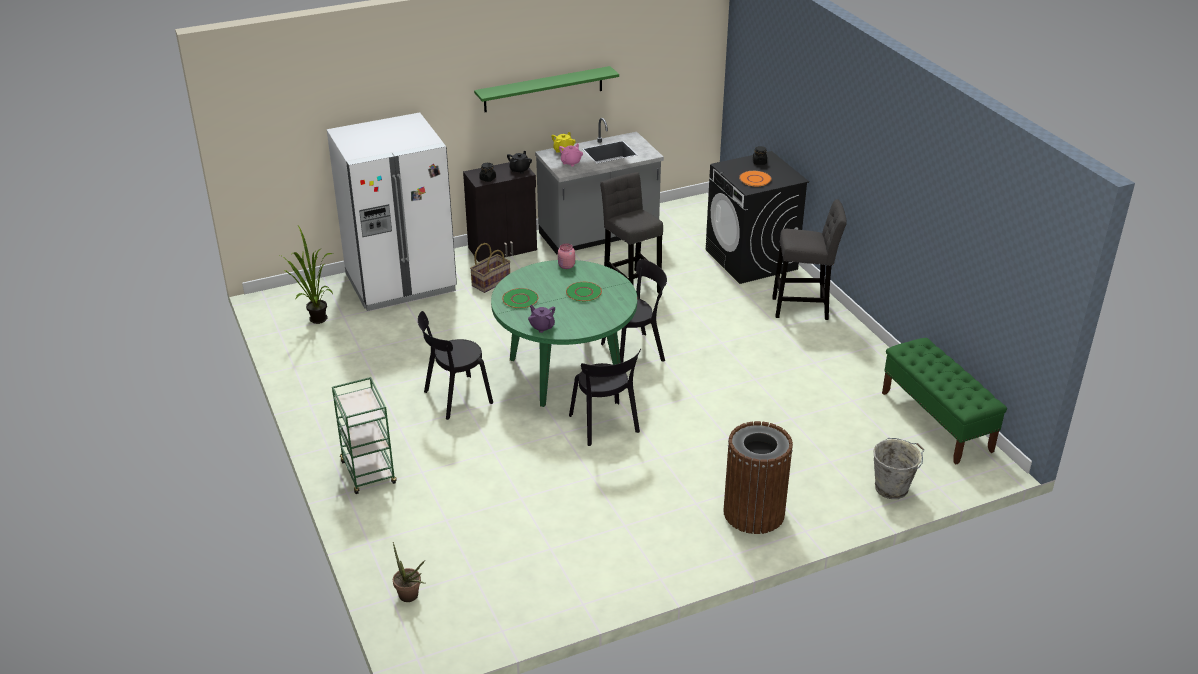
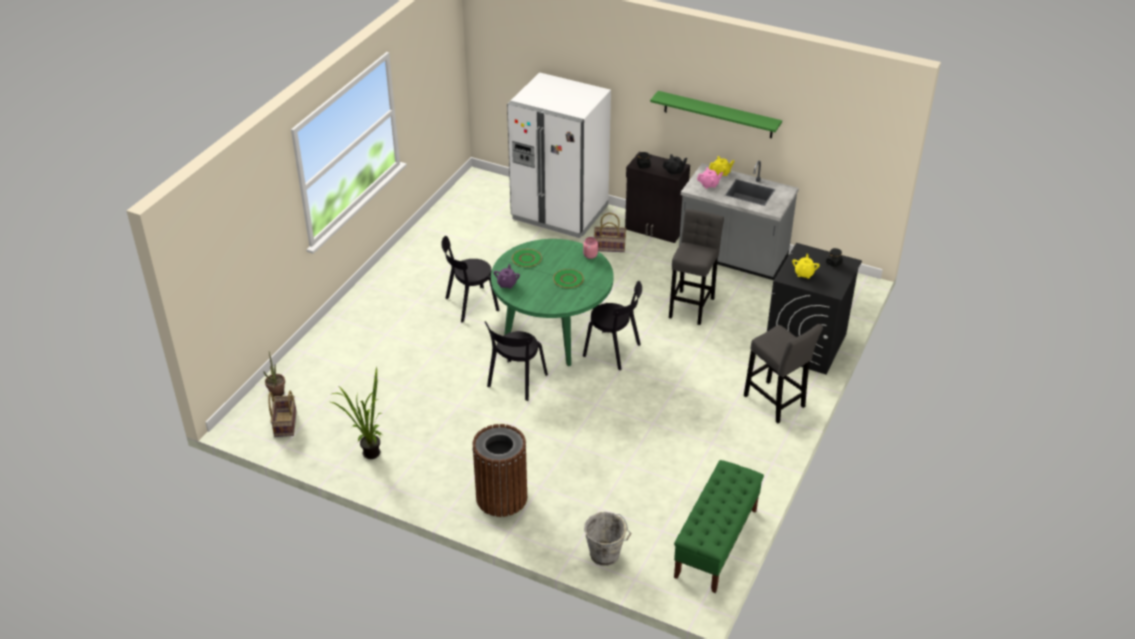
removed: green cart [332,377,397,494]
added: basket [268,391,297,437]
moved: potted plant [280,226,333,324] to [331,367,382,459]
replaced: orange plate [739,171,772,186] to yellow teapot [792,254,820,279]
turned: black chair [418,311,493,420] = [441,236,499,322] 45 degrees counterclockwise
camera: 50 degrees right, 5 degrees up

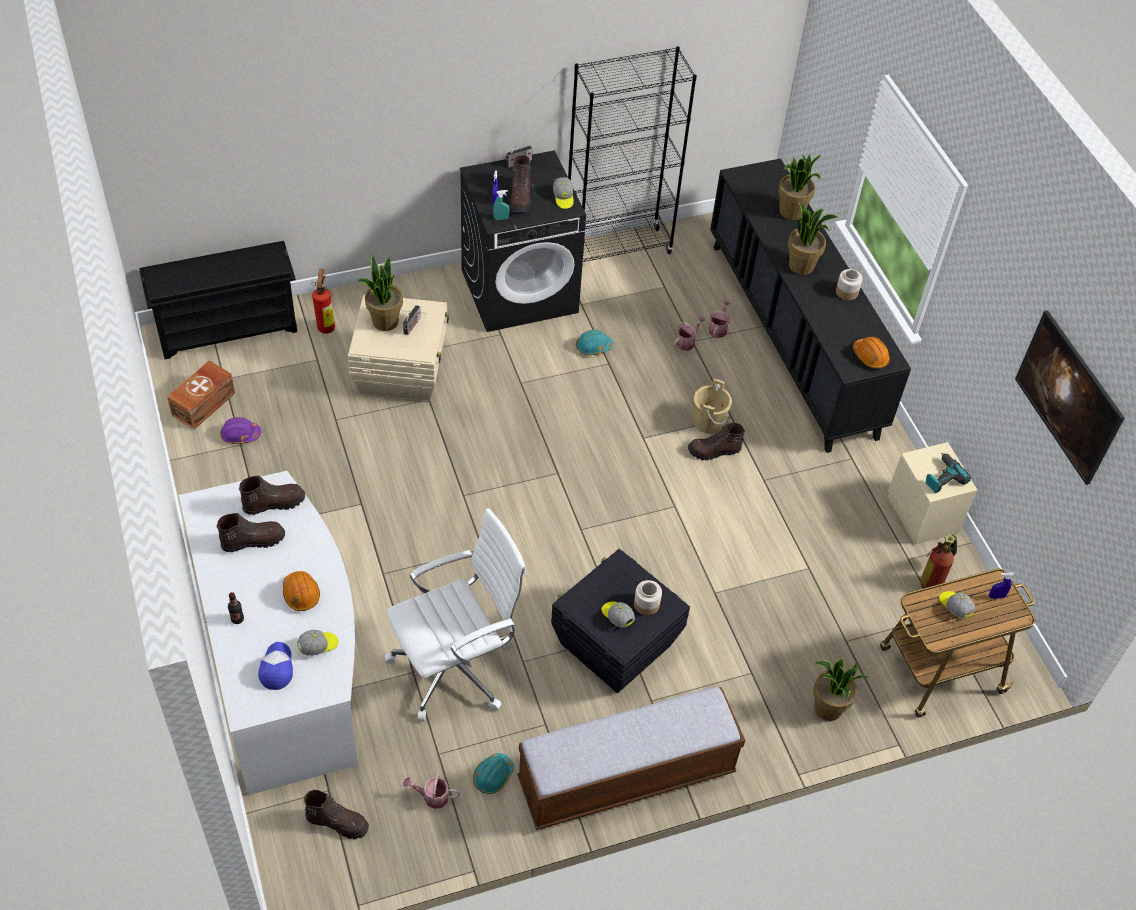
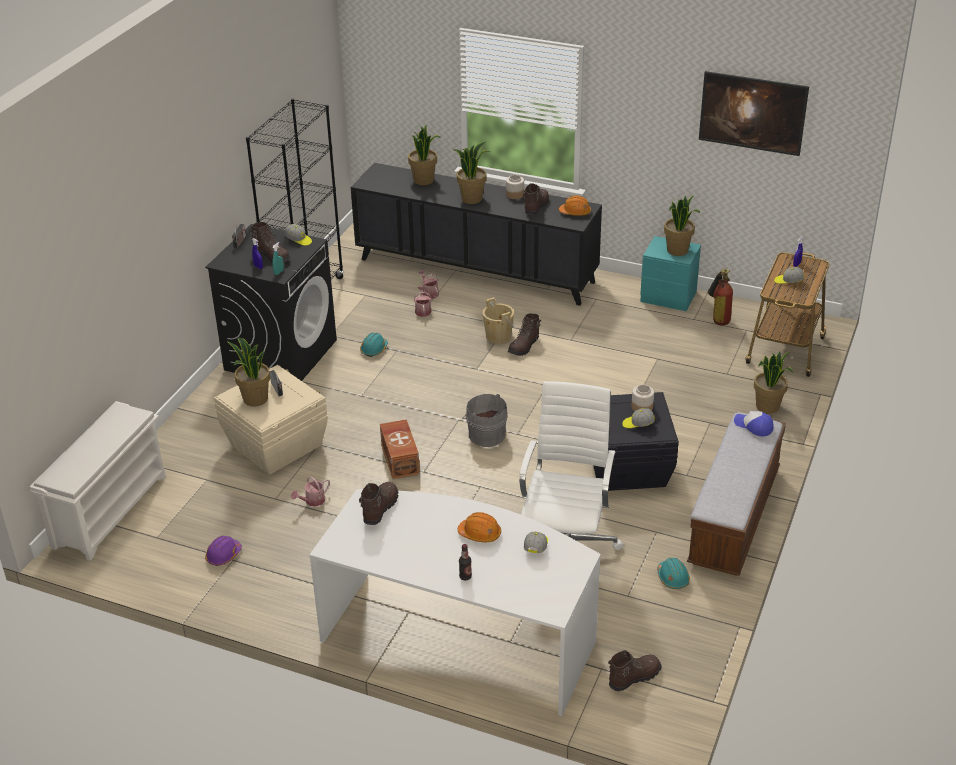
removed: fire extinguisher [311,269,335,334]
added: grey bucket [462,394,508,447]
moved: brown storage box [167,360,235,430] to [380,419,420,479]; brown boot [217,513,285,552] to [523,183,549,215]; cap [258,642,293,690] to [734,411,774,436]; watering can [403,774,460,809] to [291,477,330,507]
replaced: power drill [925,453,971,493] to potted plant [664,196,700,256]
recoloured: black shoe rack [139,241,297,359] to white shoe rack [30,401,166,561]; beige nightstand [888,442,977,545] to turquoise nightstand [640,236,701,311]
camera: 45 degrees left, 15 degrees down

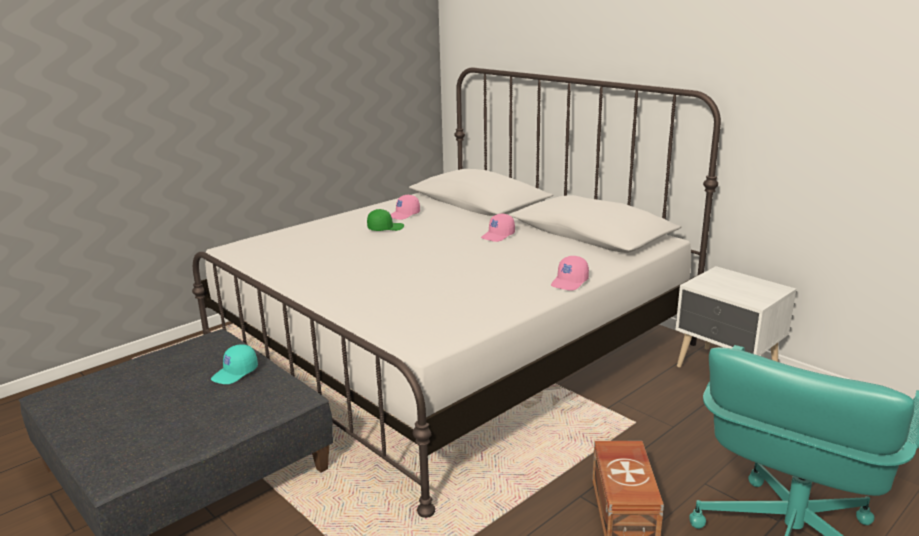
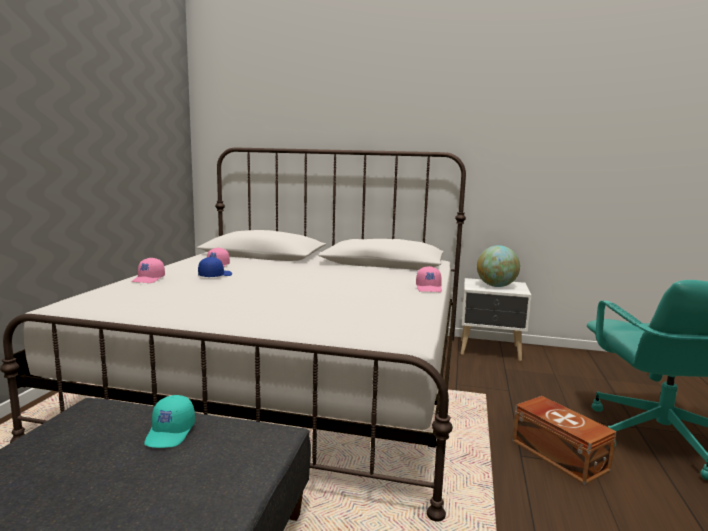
added: globe [477,245,520,287]
moved: pink cap [481,214,515,242] to [132,258,165,283]
recoloured: green cap [367,209,404,231] to blue cap [198,257,232,277]
camera: 35 degrees left, 10 degrees down

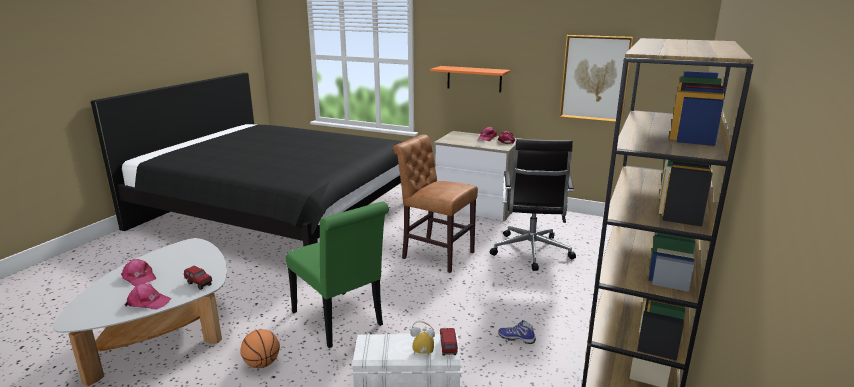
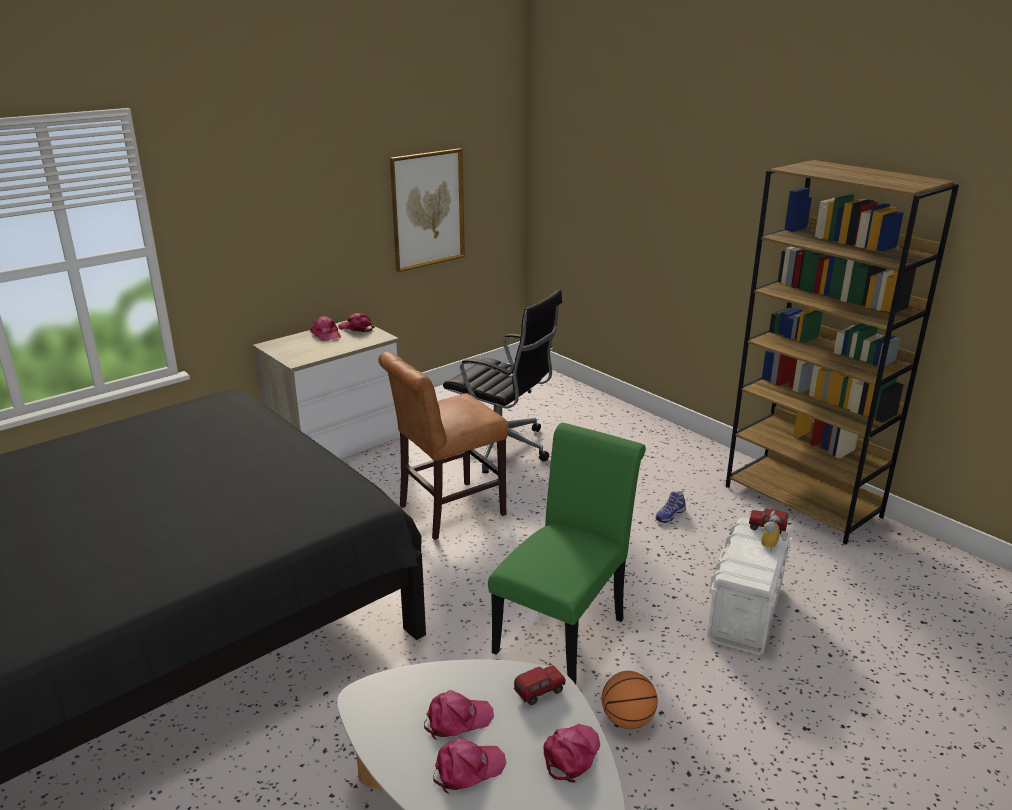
removed: orange shelf [430,66,511,92]
added: pink cap [424,690,494,740]
turned: green chair [286,202,389,348] = [488,423,646,684] 45 degrees counterclockwise
camera: 65 degrees left, 5 degrees up

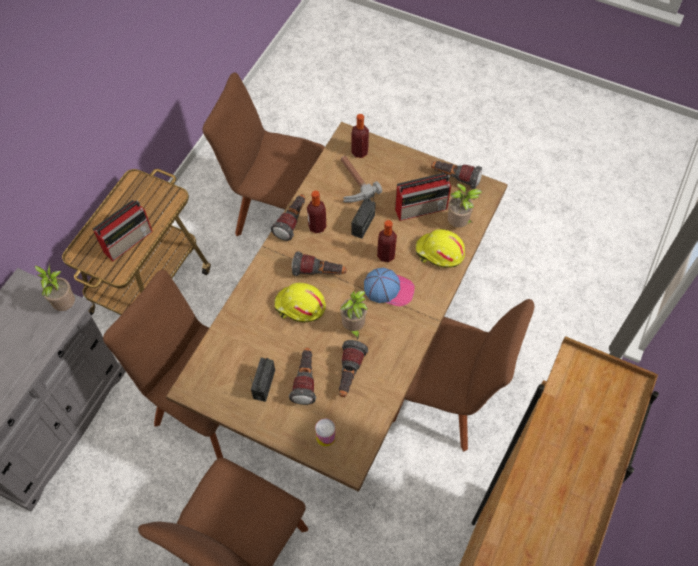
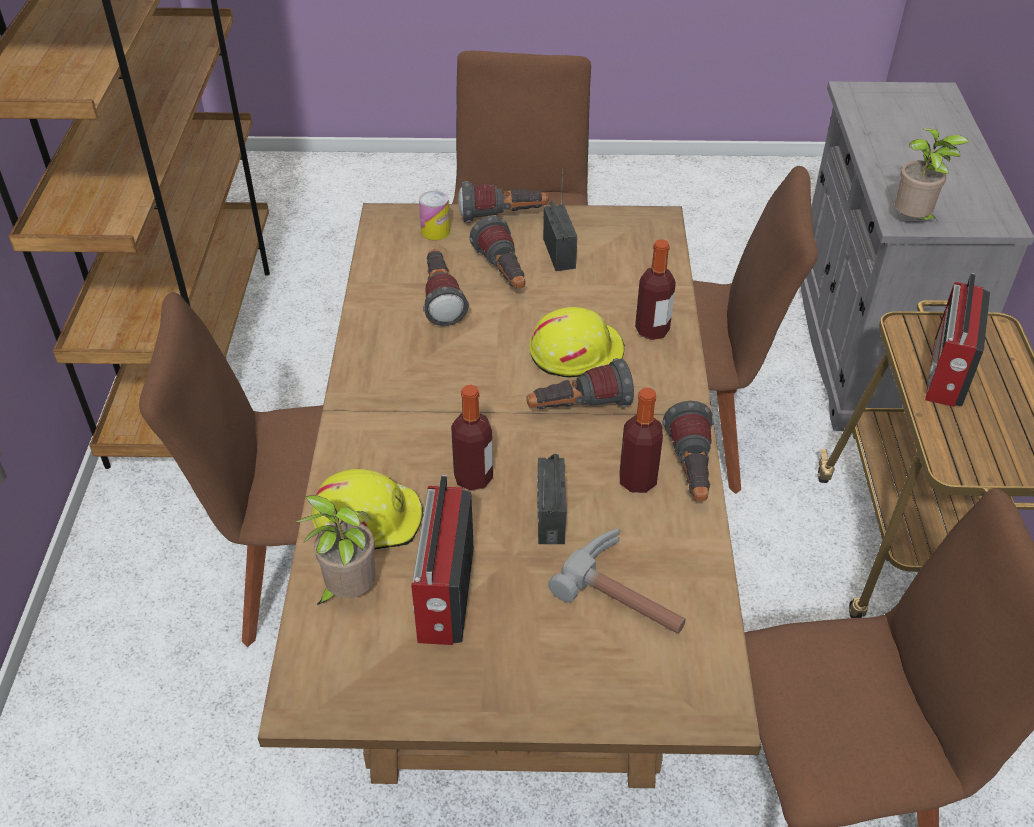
removed: potted plant [340,290,368,340]; cap [364,268,414,306]
moved: bottle [351,114,369,158] to [635,239,676,340]; flashlight [431,161,482,189] to [458,181,548,223]
turned: radio [395,173,451,221] = [411,475,474,645] 45 degrees counterclockwise
camera: 155 degrees right, 15 degrees down

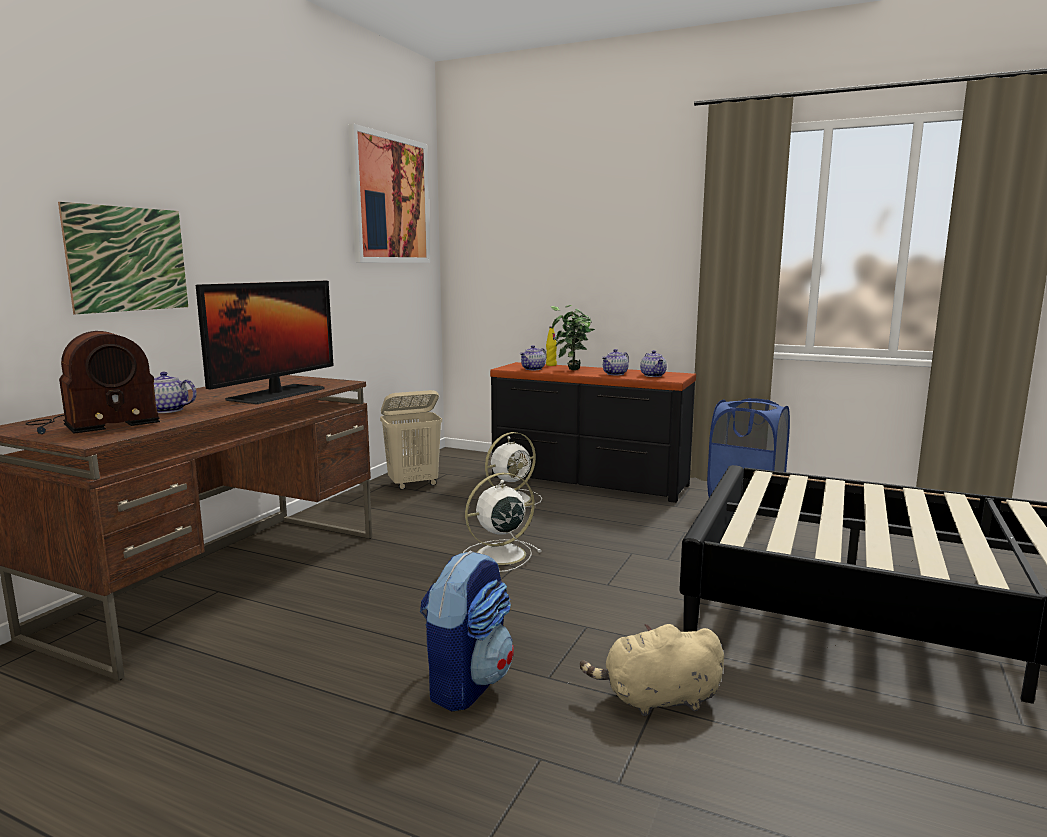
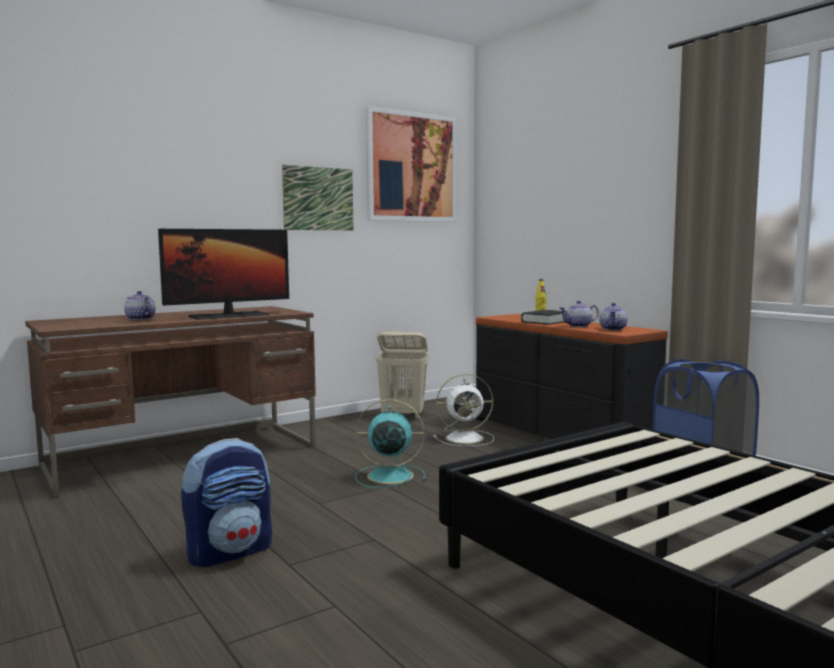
removed: radio [26,331,160,434]; teapot [520,345,546,370]; beige plush toy [580,624,724,716]
moved: picture [58,202,188,314] to [282,165,354,230]
replaced: potted plant [550,305,595,370] to black book [521,310,564,325]
recoloured: white fan [463,473,542,572] to turquoise fan [355,399,426,488]
camera: 30 degrees right, 5 degrees down

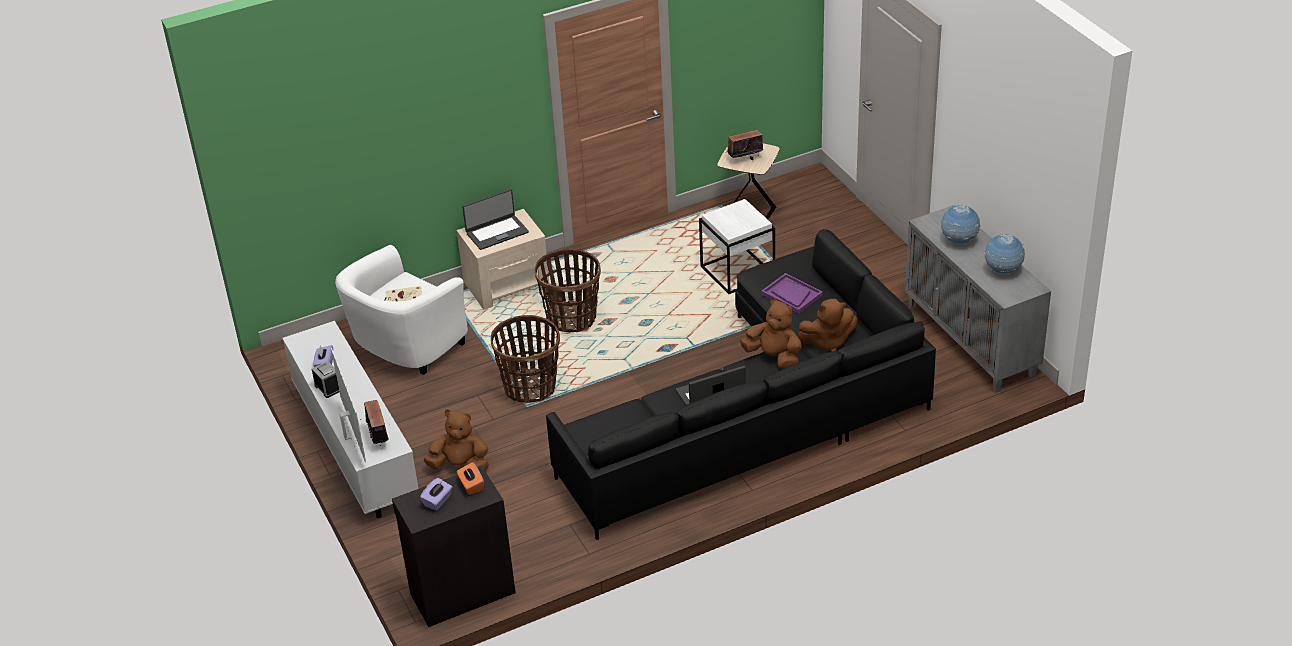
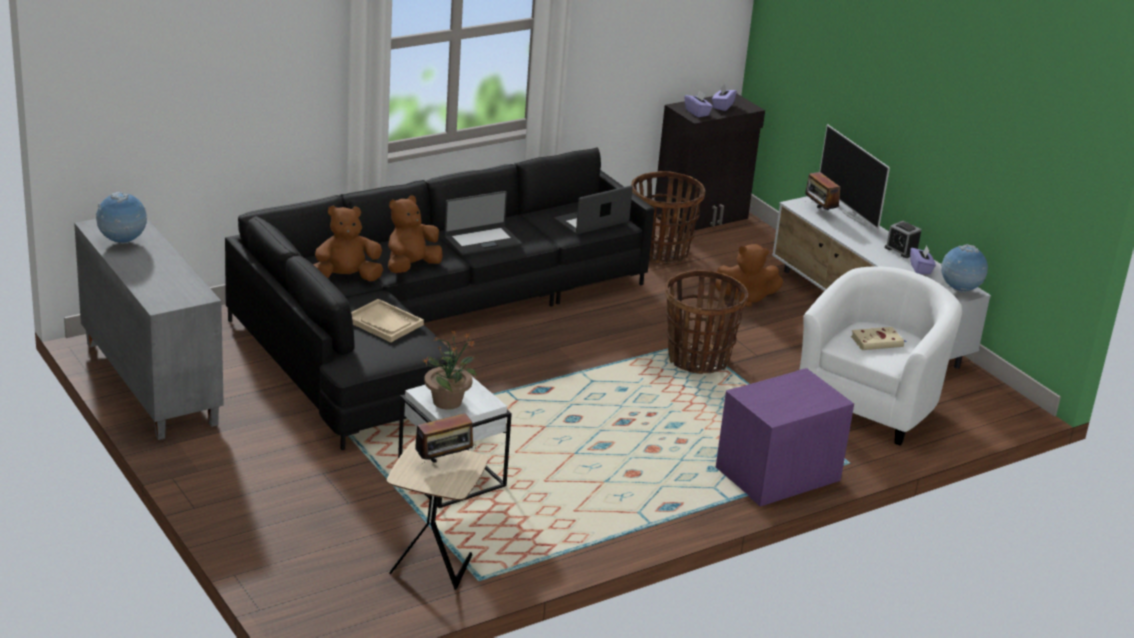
added: potted plant [423,330,477,410]
moved: laptop [462,189,529,250] to [554,186,633,235]; basket [534,249,601,332] to [631,171,705,263]; globe [941,205,981,244] to [941,244,988,293]
recoloured: beige nightstand [457,209,550,310] to purple nightstand [716,368,854,507]; orange tissue box [457,462,484,495] to purple tissue box [685,90,713,117]; purple tray [761,273,823,314] to beige tray [351,299,424,342]
turned: brown plush toy [740,298,802,369] = [388,195,443,273] 105 degrees clockwise
camera: 170 degrees right, 10 degrees down

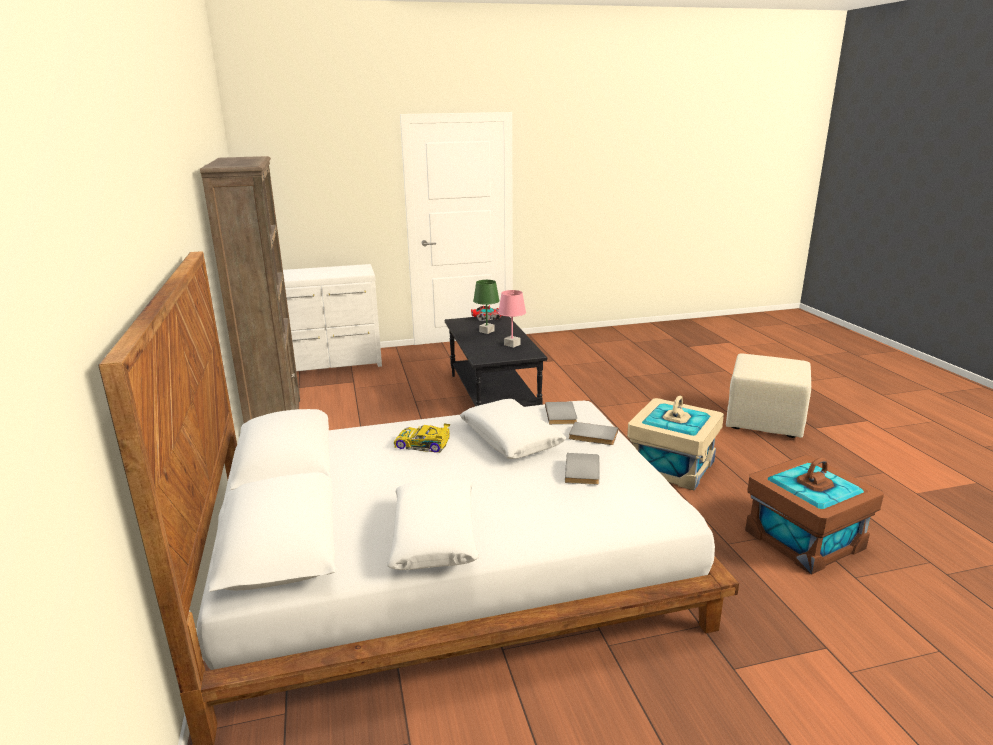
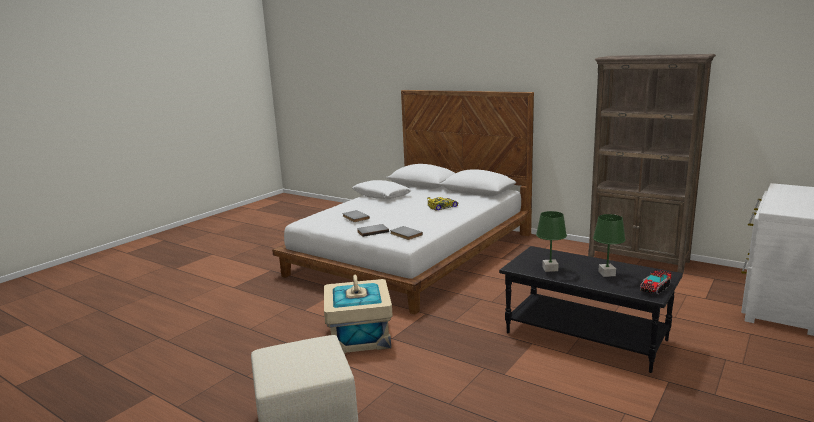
removed: white pillow [460,399,567,459]; brown storage box [745,455,884,574]
recoloured: pink table lamp [498,290,526,348] to green table lamp [536,211,567,272]
camera: 140 degrees right, 5 degrees down

